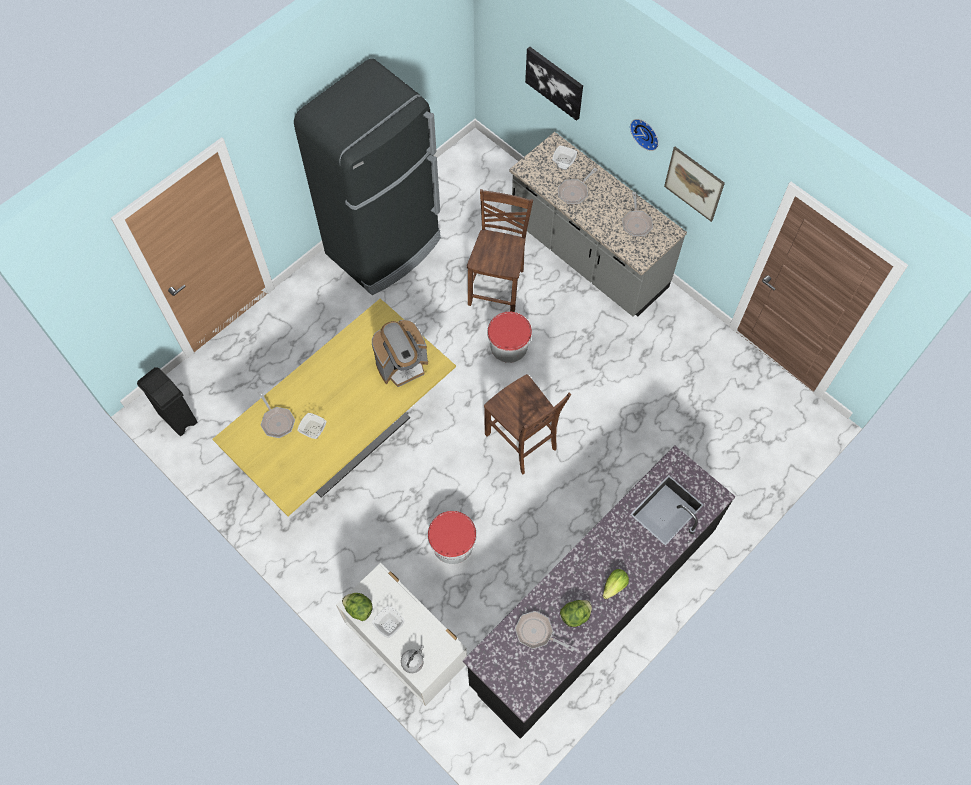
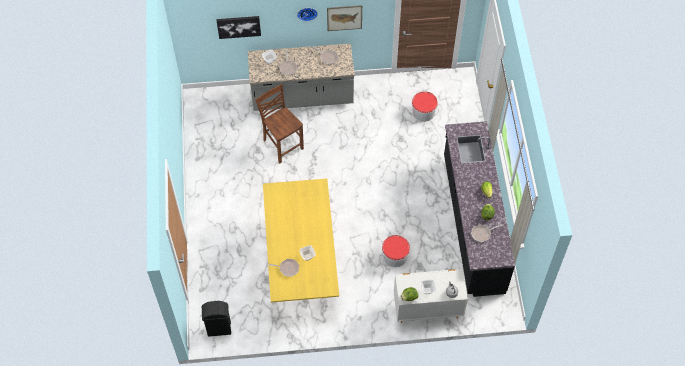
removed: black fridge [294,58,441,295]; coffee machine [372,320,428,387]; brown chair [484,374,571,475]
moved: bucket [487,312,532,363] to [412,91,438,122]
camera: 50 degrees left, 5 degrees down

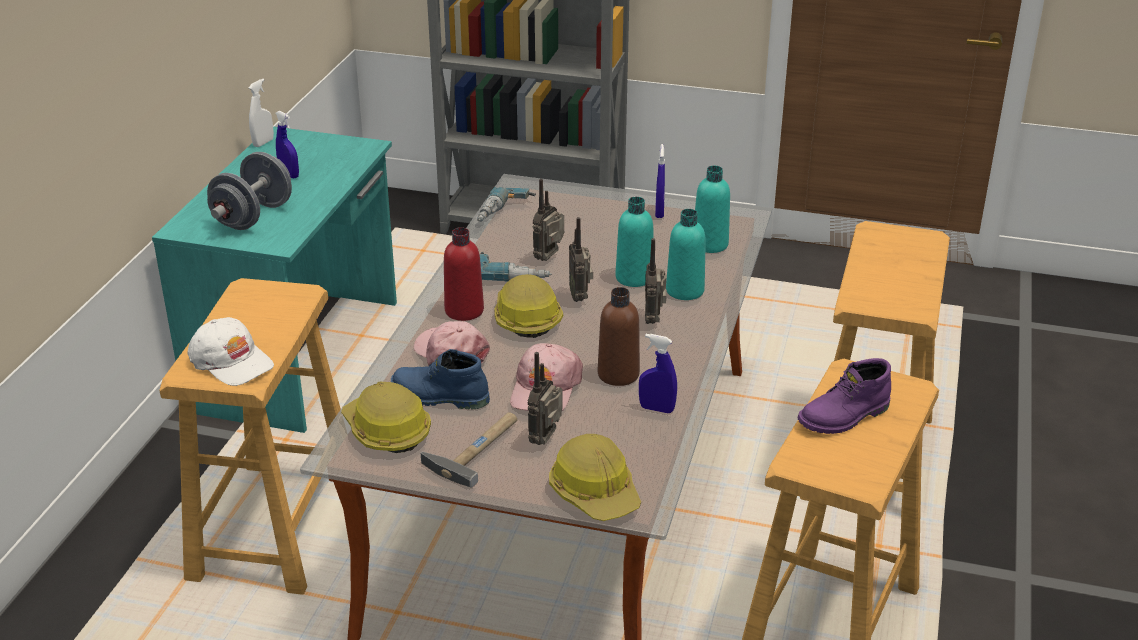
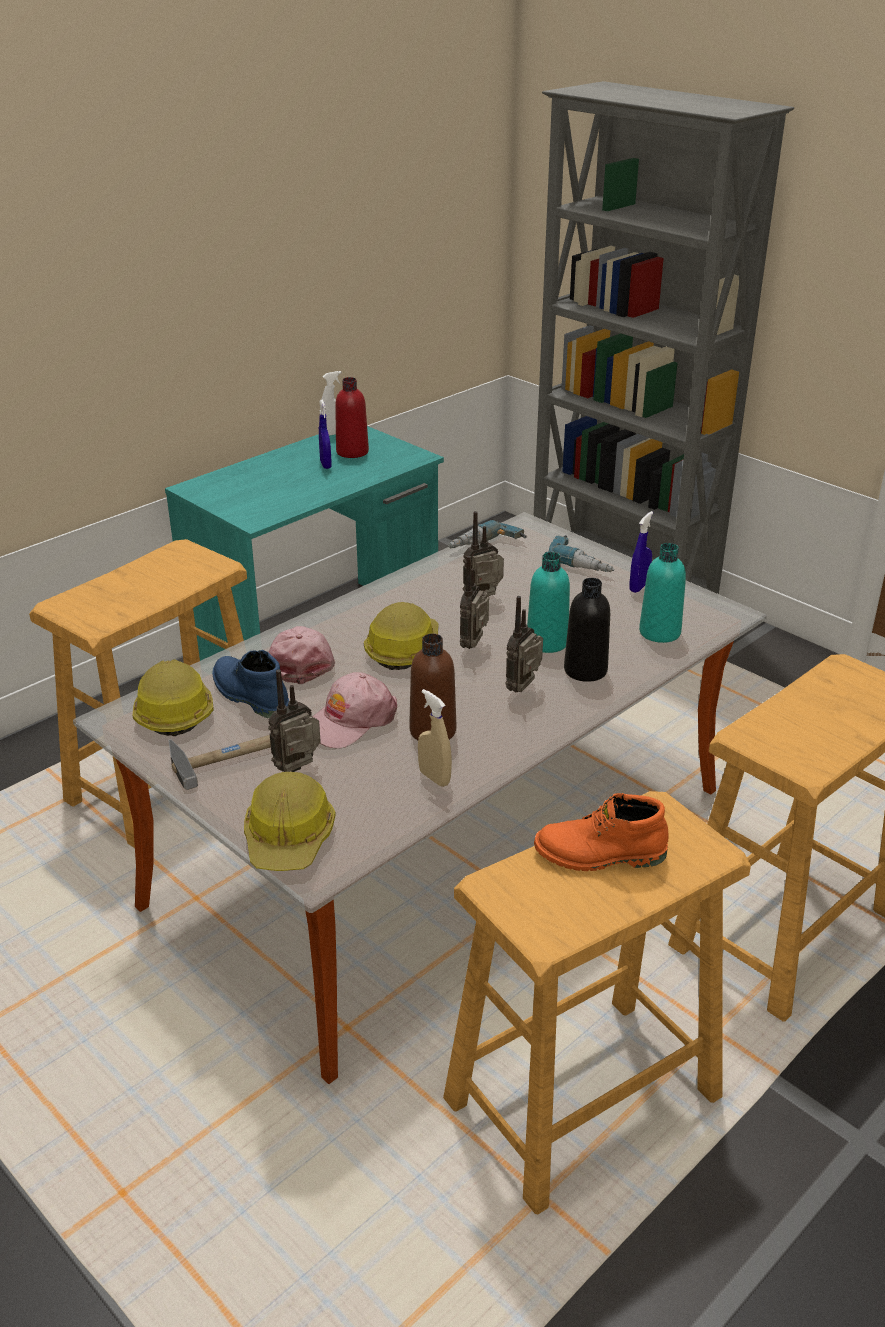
removed: white cap [188,317,274,386]; grey dumbbell [207,152,292,230]
moved: red bottle [444,227,484,321] to [335,377,369,458]; power drill [480,252,552,281] to [545,535,614,572]
recoloured: blue spray bottle [639,334,677,413] to beige spray bottle [418,689,452,787]; turquoise bottle [666,209,706,300] to black bottle [564,578,610,682]; purple boot [798,358,891,434] to orange boot [534,793,669,871]
camera: 30 degrees right, 0 degrees up

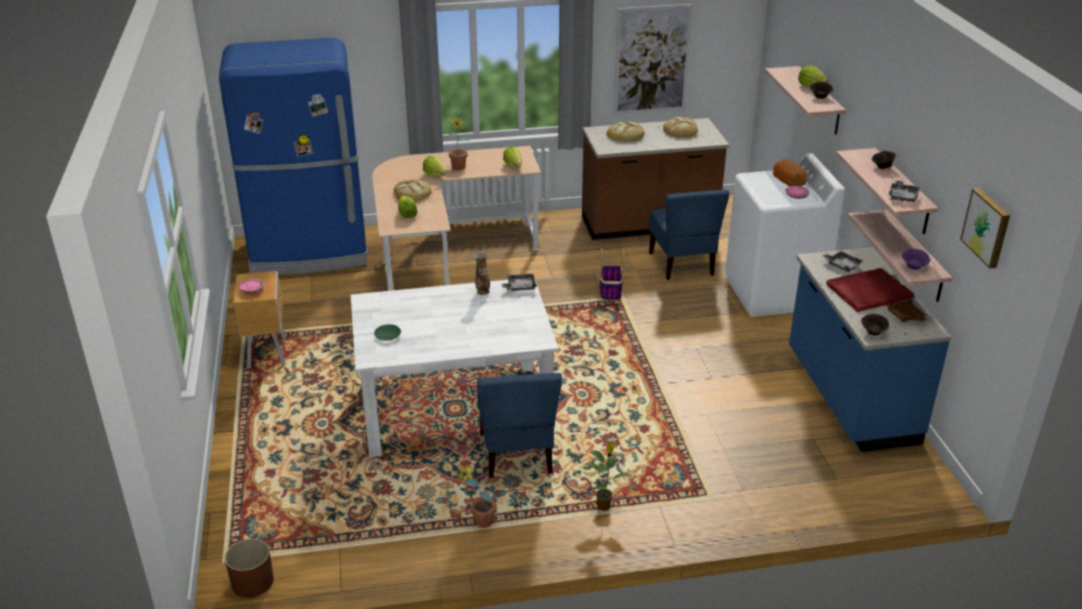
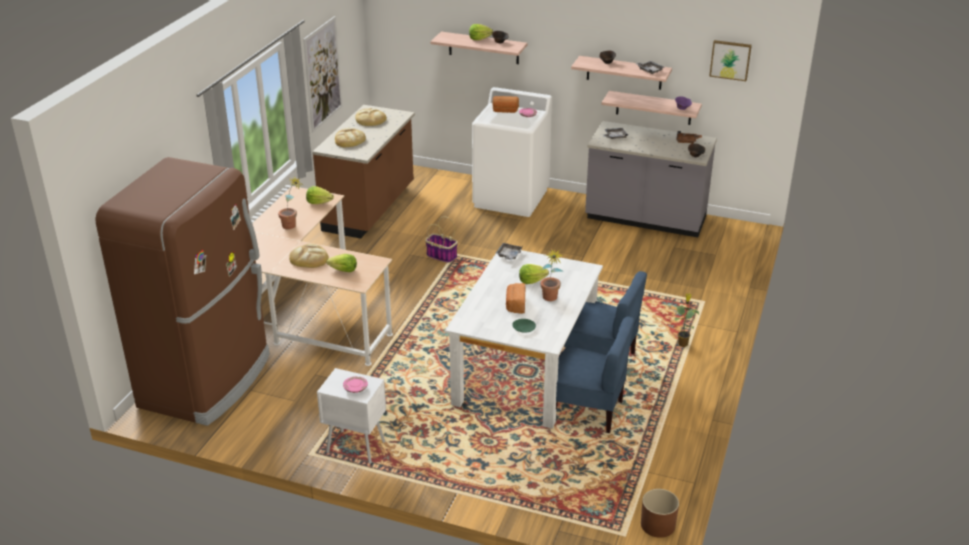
removed: vase [474,252,490,295]; red tray [826,268,914,312]
added: bread [506,283,525,314]
moved: lettuce [423,156,447,177] to [519,264,549,284]; potted plant [455,463,496,528] to [540,248,564,301]; blue chair [649,190,729,280] to [556,317,635,433]
recoloured: blue fridge [219,38,368,275] to brown fridge [95,157,270,426]; brown nightstand [233,271,286,369] to white nightstand [317,368,386,464]; blue counter [789,247,951,452] to grey counter [585,121,717,237]
camera: 60 degrees left, 0 degrees up

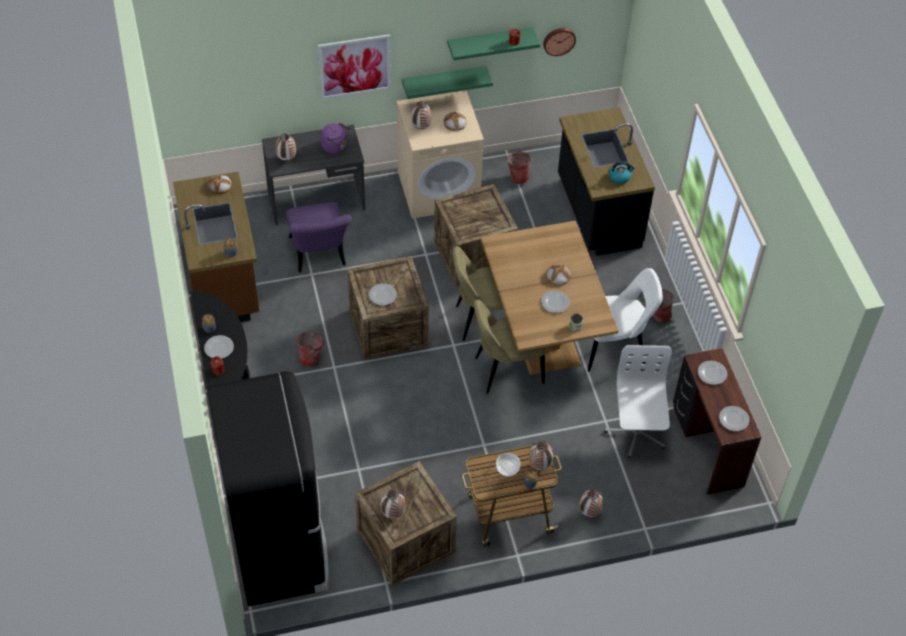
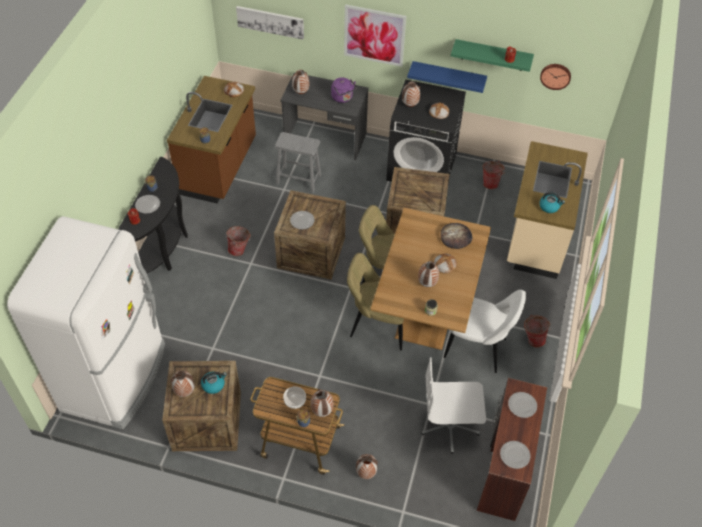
added: kettle [201,372,227,394]; picture [236,6,304,40]; bread [441,223,472,249]
replaced: purple chair [286,202,352,273] to grey stool [275,132,321,192]; plate [541,290,570,313] to vase [418,261,439,287]
recoloured: black fridge [207,371,329,606] to white fridge [7,216,165,429]; beige washing machine [396,90,484,219] to black washing machine [386,79,466,182]; green shelf [402,66,493,99] to blue shelf [407,61,487,93]; black counter [558,107,655,256] to beige counter [507,141,588,279]
turned: white office chair [604,345,672,458] = [421,357,486,454] 120 degrees counterclockwise
camera: 30 degrees right, 0 degrees up

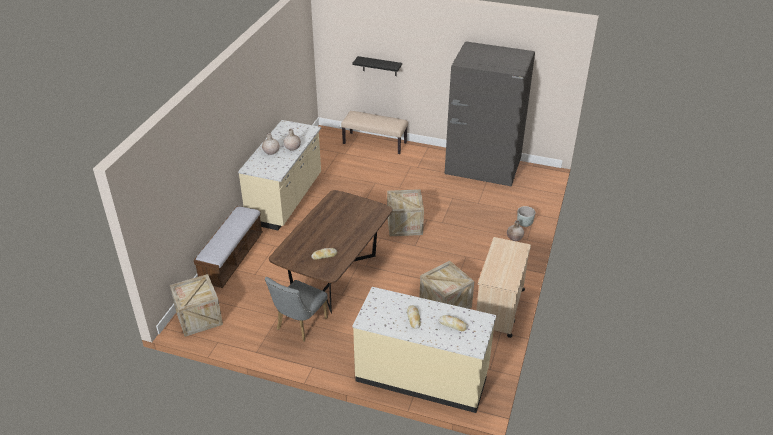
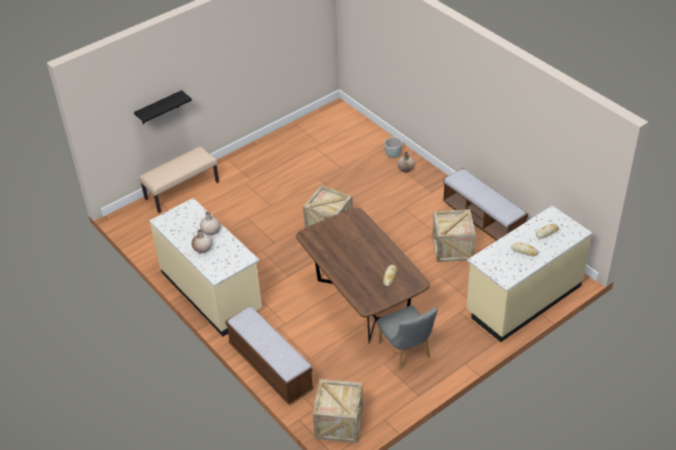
removed: grey fridge [445,41,535,186]
replaced: beige cart [476,237,531,338] to bench [443,168,528,241]
camera: 55 degrees left, 5 degrees up

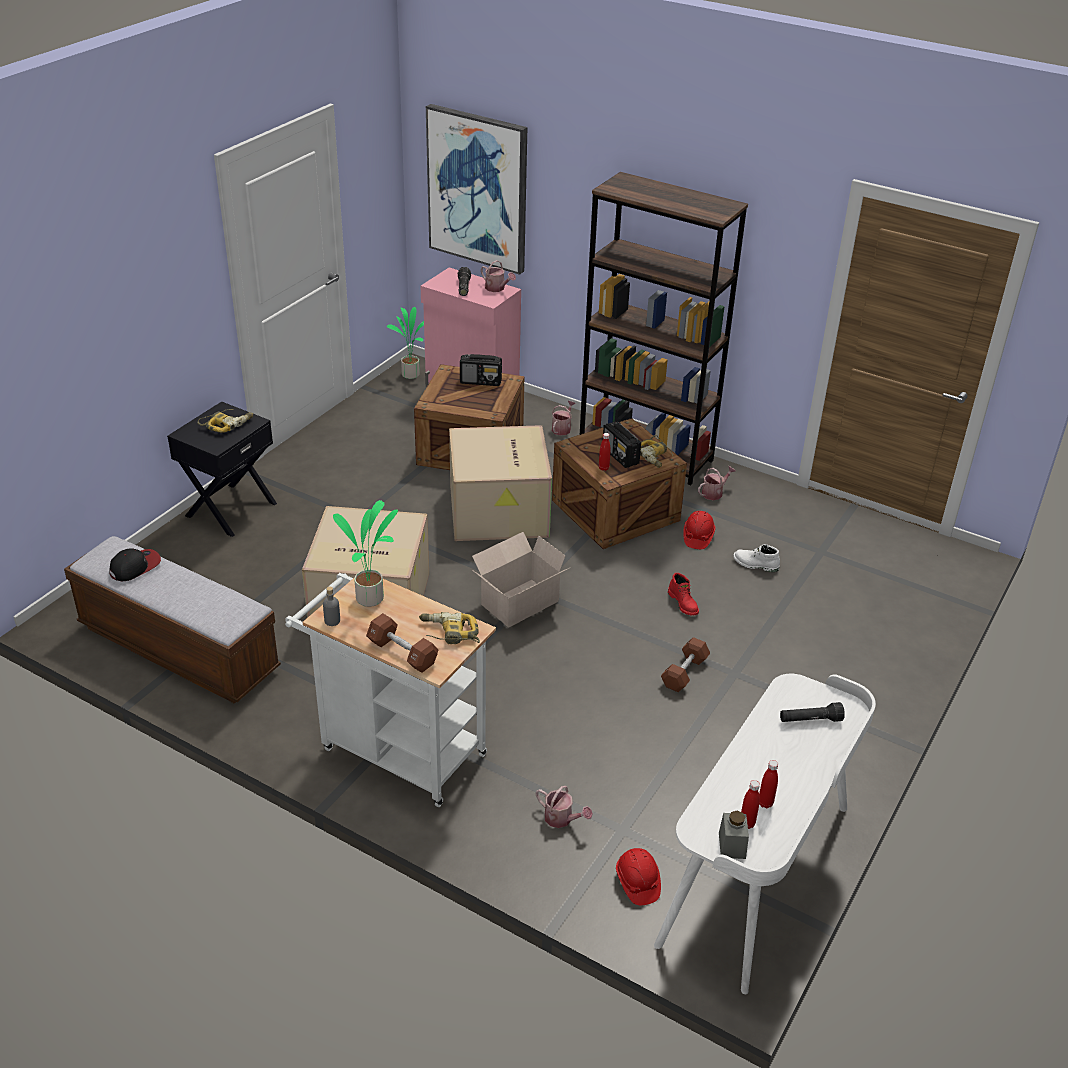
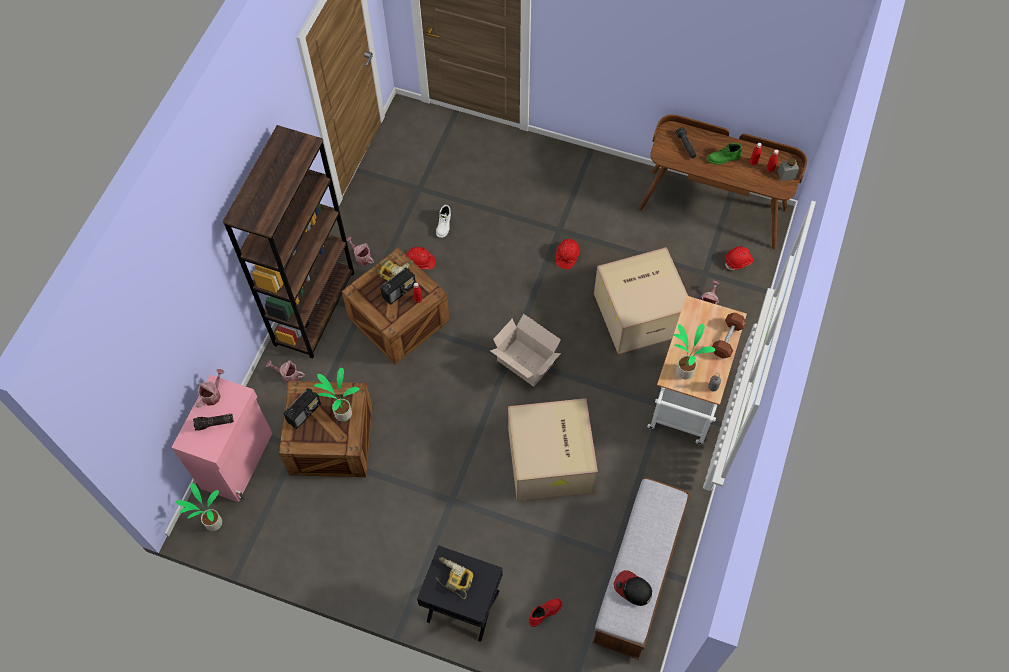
removed: power drill [419,612,480,644]; picture [426,104,527,275]
added: potted plant [314,368,359,421]; green boot [707,143,742,165]
moved: cardboard box [449,425,552,541] to [594,247,688,354]; red boot [668,573,699,615] to [529,598,563,627]
replaced: brown dumbbell [661,637,710,692] to red hard hat [556,239,580,269]
recoloured: white desk [654,674,876,995] to brown desk [638,114,807,250]
turned: radio [460,354,502,386] = [283,388,321,429] 45 degrees clockwise
camera: 100 degrees left, 25 degrees up

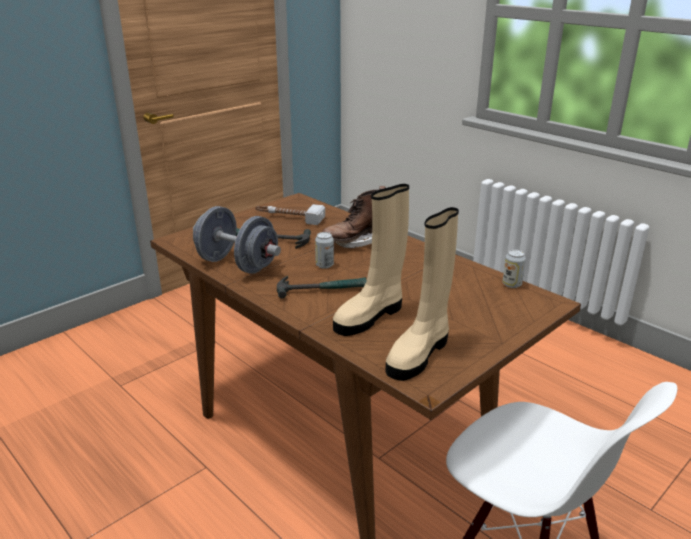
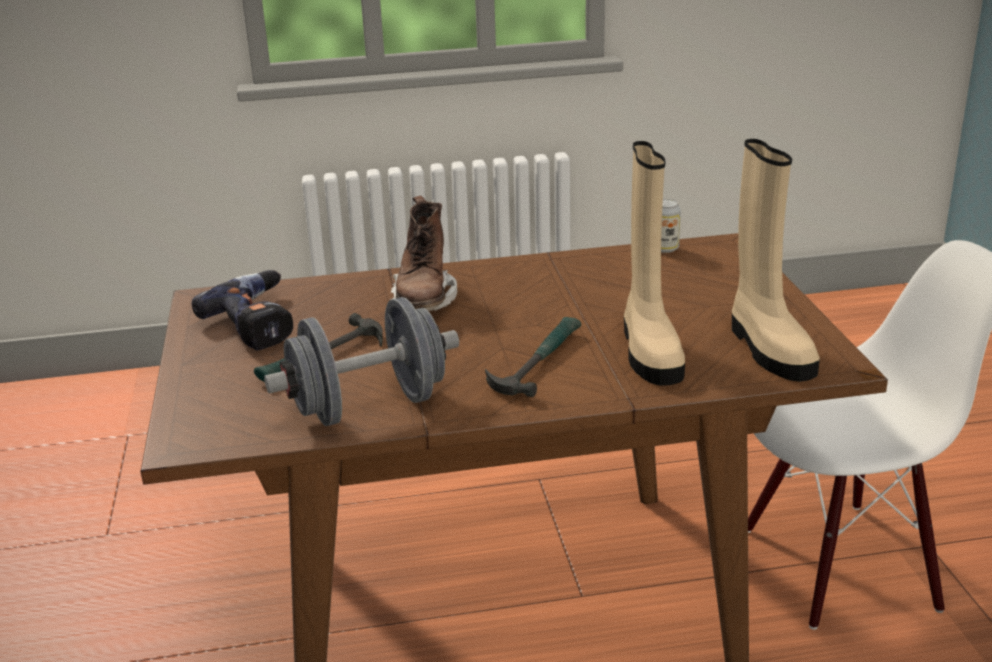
removed: can [315,232,334,269]
replaced: hammer [255,204,325,225] to power drill [192,270,293,350]
camera: 55 degrees left, 0 degrees up

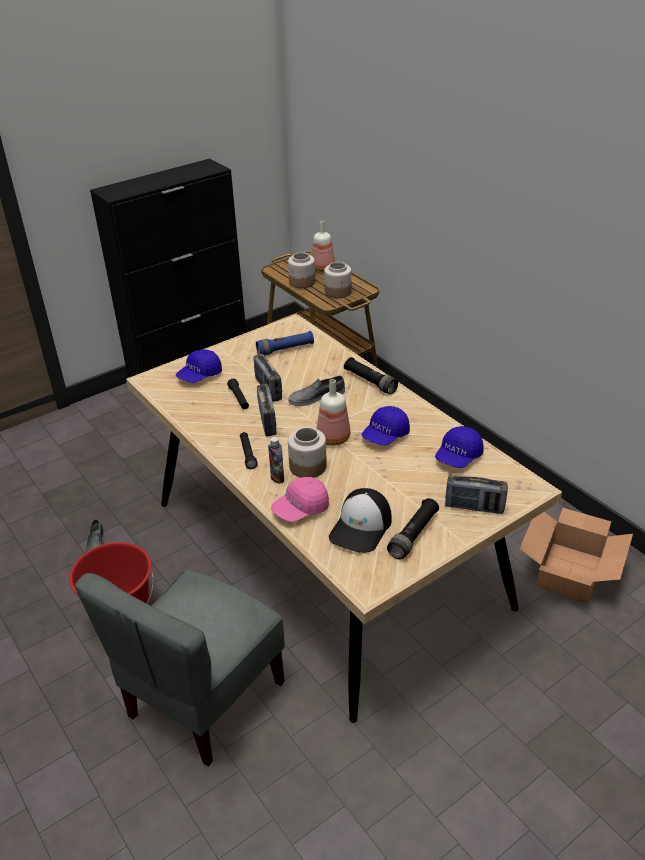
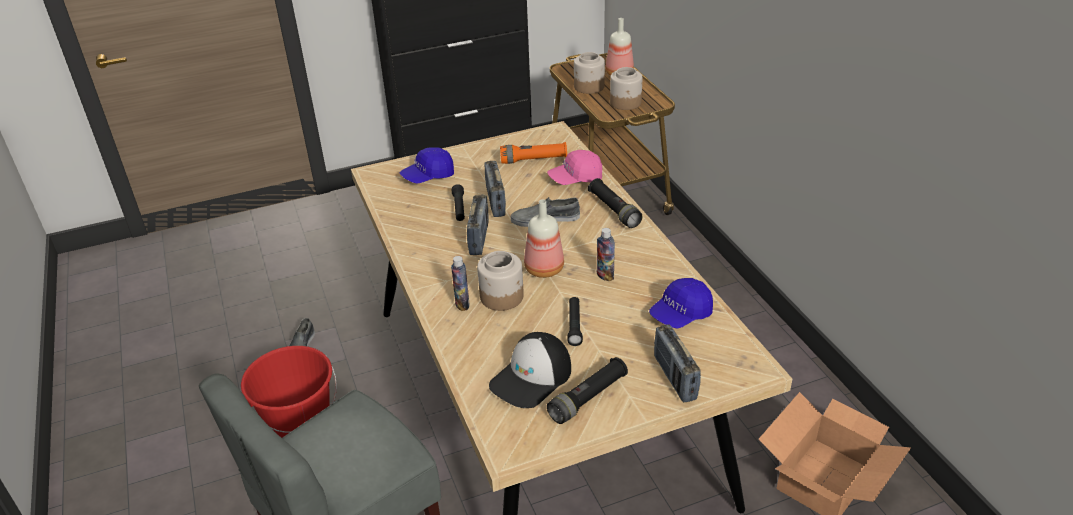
moved: black flashlight [240,432,258,469] to [567,297,583,346]; pink cap [271,477,329,522] to [547,150,602,185]
replaced: blue cap [361,406,410,446] to bottle [597,228,615,281]
recoloured: blue flashlight [256,331,314,356] to orange flashlight [500,142,567,164]
turned: radio [445,475,508,514] = [654,325,701,402] 45 degrees clockwise
camera: 15 degrees right, 0 degrees up

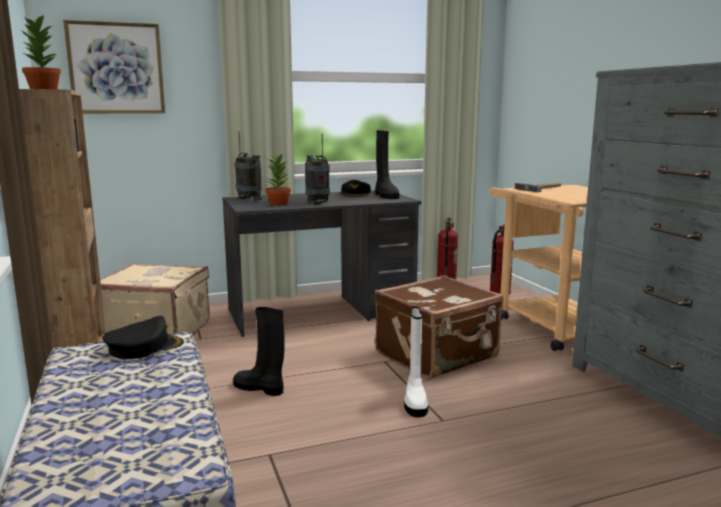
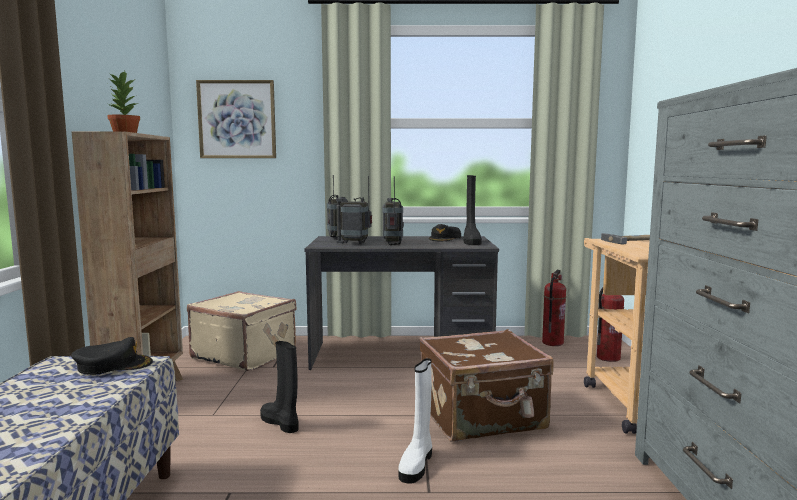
replaced: potted plant [266,153,291,205] to radio [336,176,372,244]
camera: 20 degrees right, 5 degrees down

